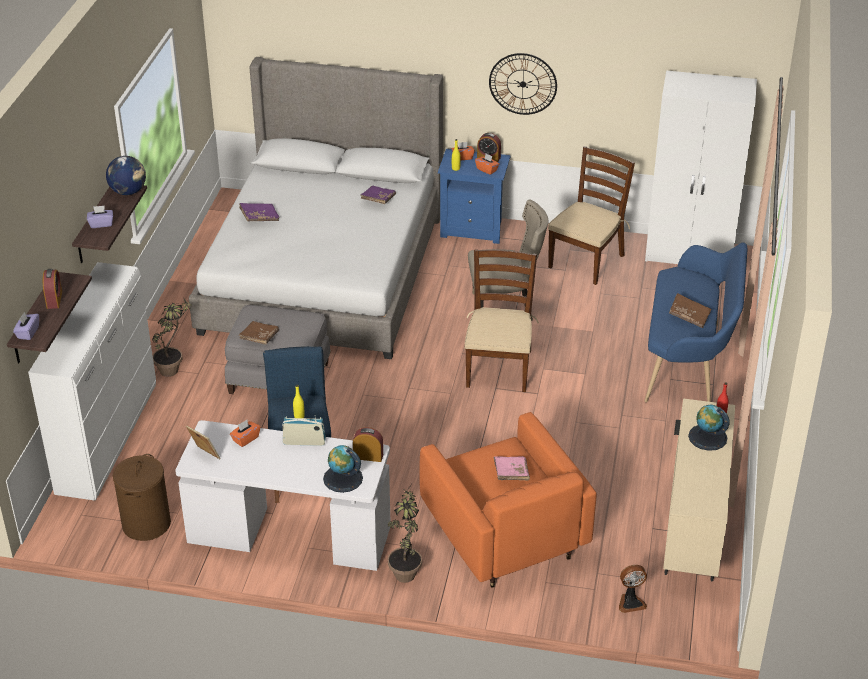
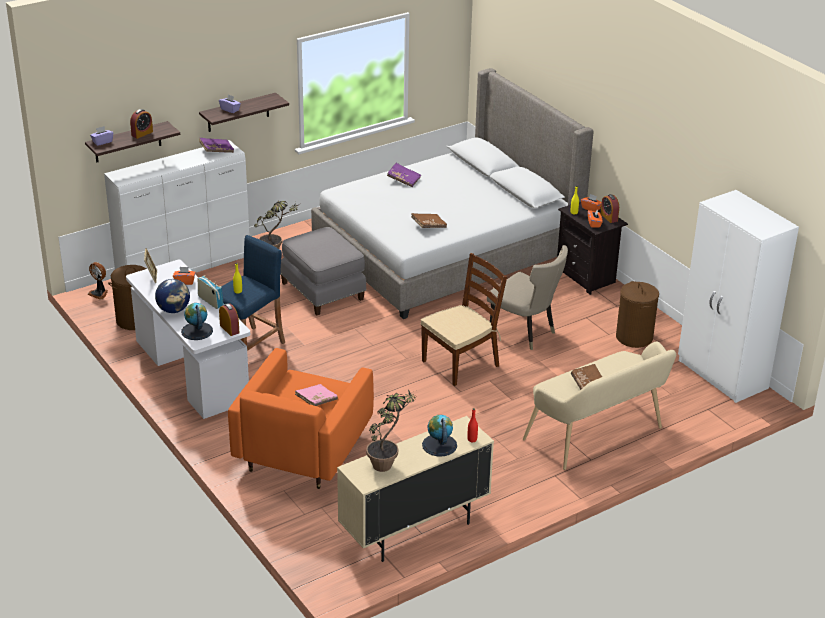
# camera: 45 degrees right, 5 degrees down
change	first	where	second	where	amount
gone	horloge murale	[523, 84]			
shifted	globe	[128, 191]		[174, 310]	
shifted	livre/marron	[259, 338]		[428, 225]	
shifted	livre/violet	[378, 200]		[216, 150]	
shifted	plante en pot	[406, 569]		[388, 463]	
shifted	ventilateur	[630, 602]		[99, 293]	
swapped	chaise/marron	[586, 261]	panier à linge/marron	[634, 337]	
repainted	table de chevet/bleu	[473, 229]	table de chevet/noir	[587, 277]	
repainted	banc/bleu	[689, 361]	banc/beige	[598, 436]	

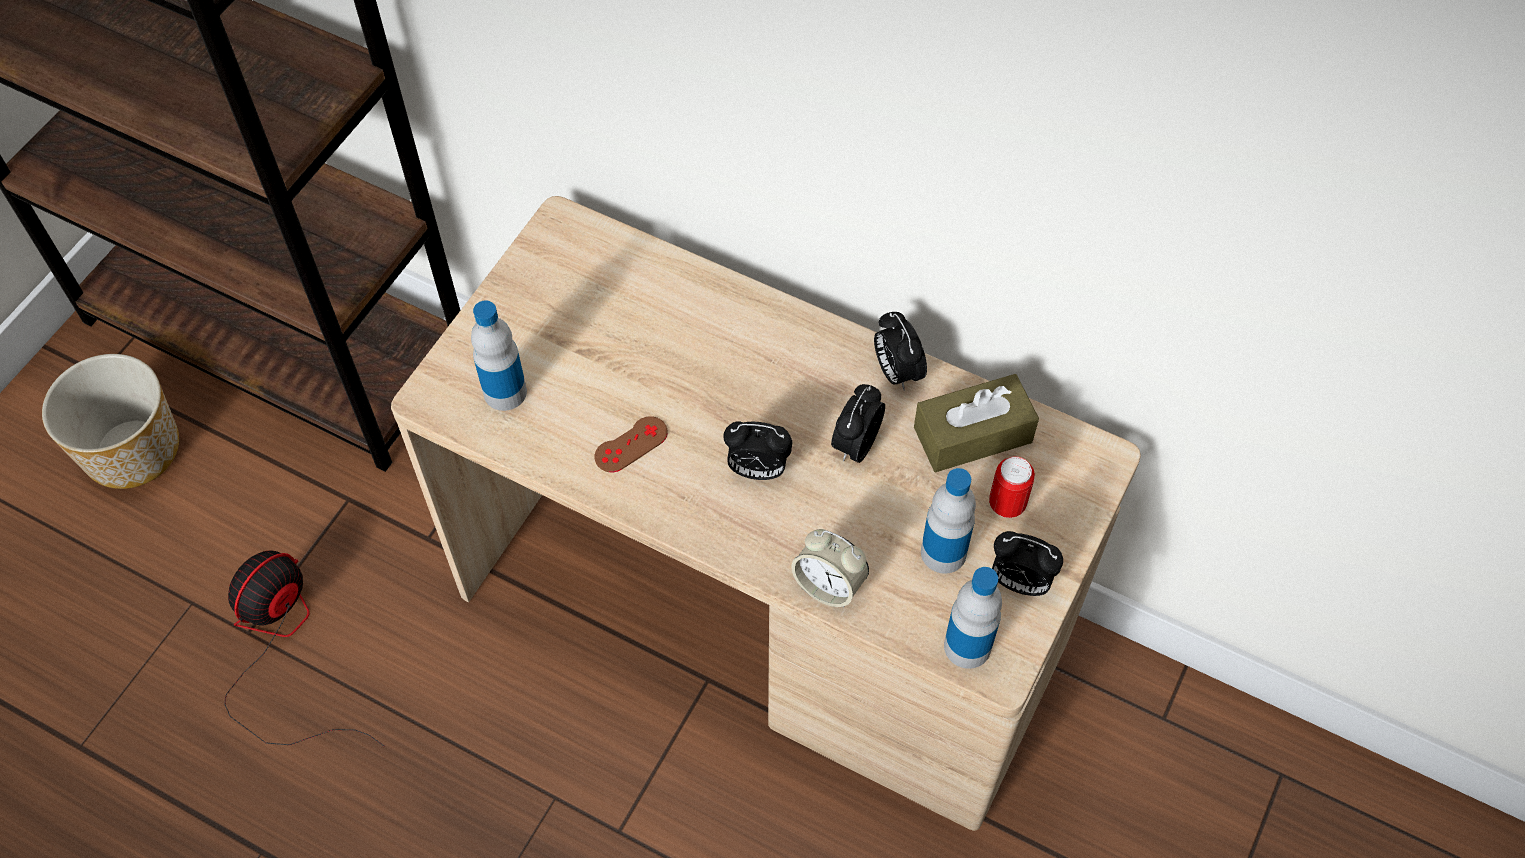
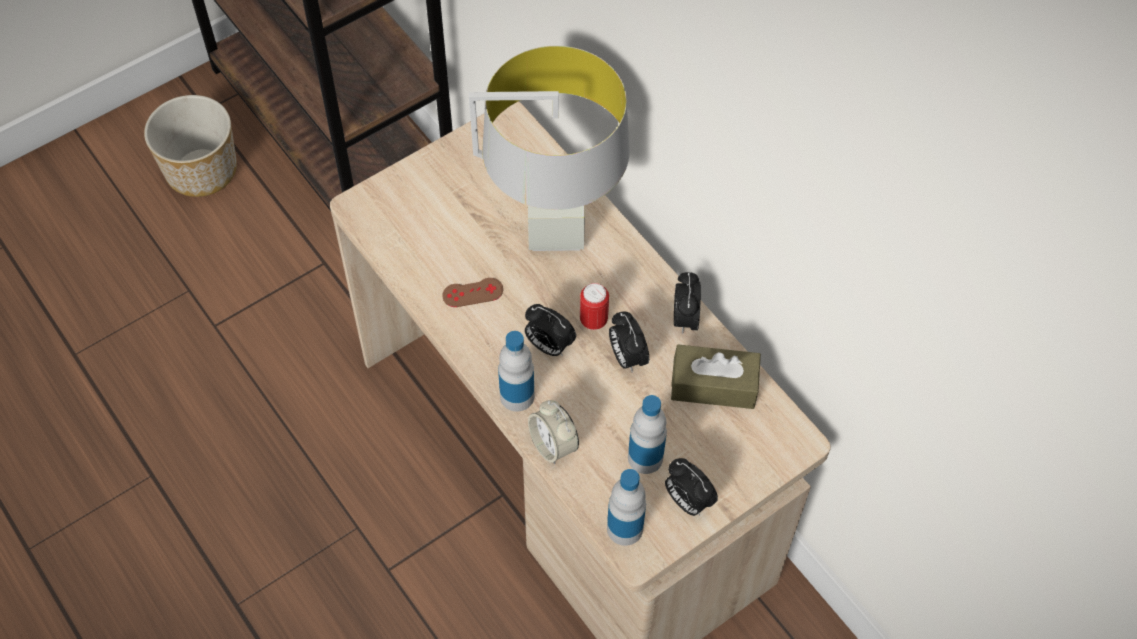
# camera: 25 degrees right, 0 degrees up
change	first	where	second	where	amount
gone	ventilateur	[282, 649]			
new			lampe de table/gris	[554, 230]	
shifted	bouteille	[505, 392]		[517, 396]	
shifted	boîte métallique	[1007, 505]		[593, 320]	
rotated	réveil	[856, 444]		[627, 357]	75 degrees counterclockwise

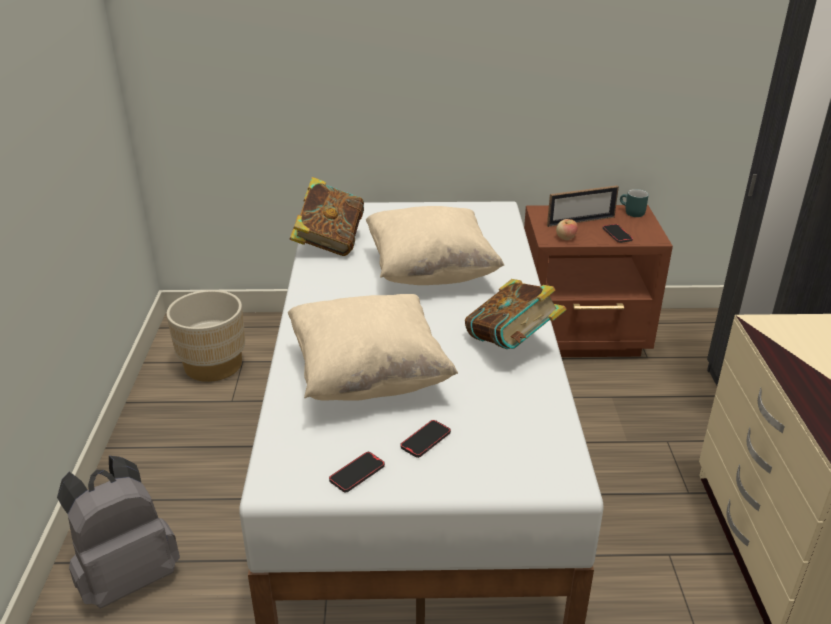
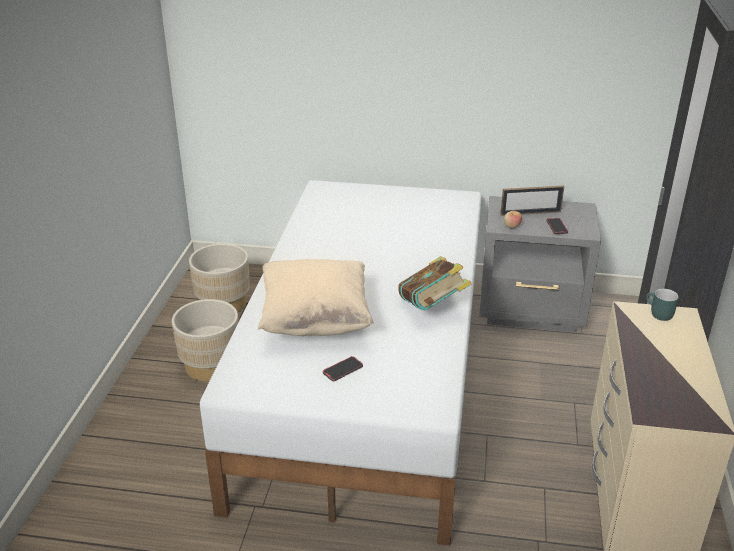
# camera: 10 degrees right, 0 degrees up
change	first	where	second	where	amount
gone	sac à dos/gris	[128, 576]			
gone	livre	[329, 243]			
gone	téléphone	[357, 474]			
gone	coussin/beige	[430, 272]			
new			cache-pot/beige	[210, 366]	
shifted	mug/turquoise	[631, 213]		[657, 314]	
repainted	table de chevet/marron	[584, 337]	table de chevet/gris	[532, 311]	

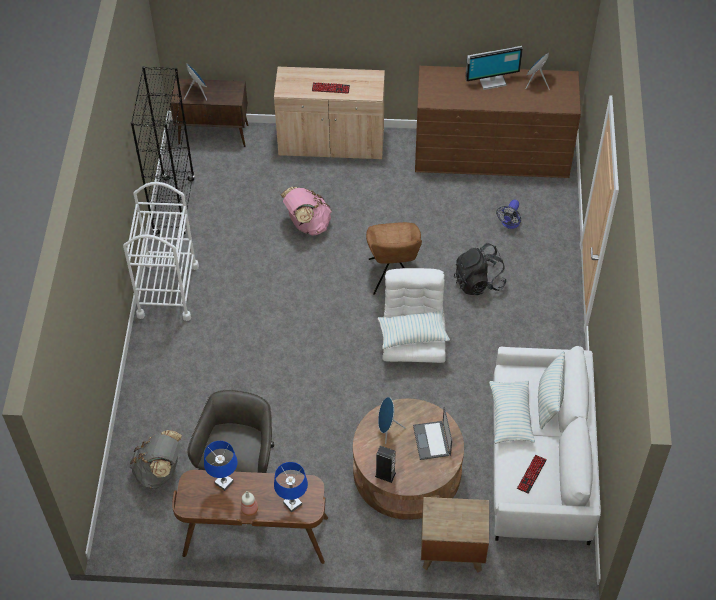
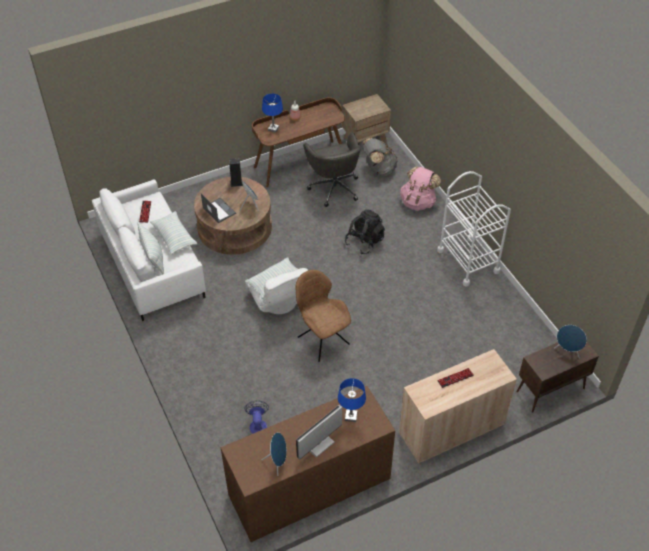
# camera: 150 degrees right, 5 degrees down
change	first	where	second	where	amount
gone	bibliothèque/noir	[174, 206]			
shifted	lampe de table/bleu	[224, 483]		[350, 416]	
shifted	sac à dos/rose	[307, 224]		[418, 202]	
shifted	table de chevet/marron	[452, 550]		[365, 139]	
shifted	sac à dos/noir	[478, 282]		[364, 242]	

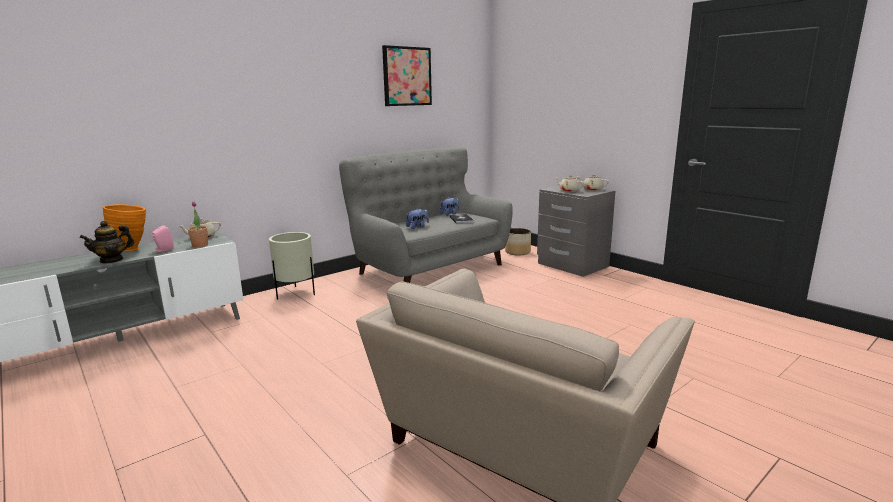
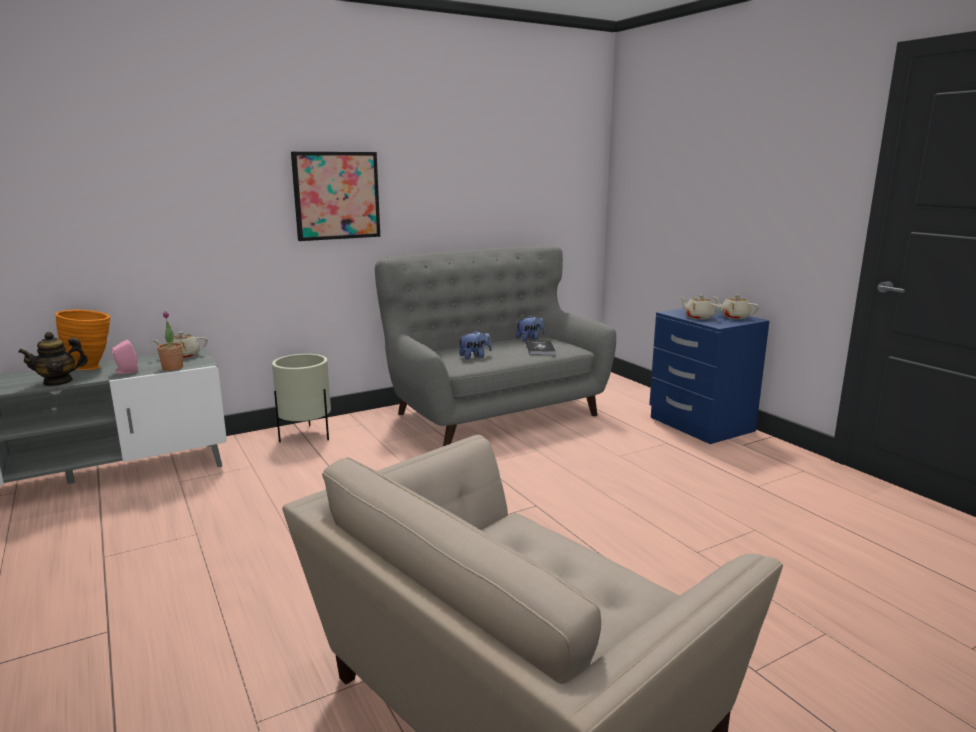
# camera: 10 degrees right, 0 degrees up
change	first	where	second	where	amount
gone	cache-pot	[518, 252]			
shifted	tableau	[407, 76]		[336, 195]	
repainted	table de chevet/gris	[572, 265]	table de chevet/bleu	[700, 425]	

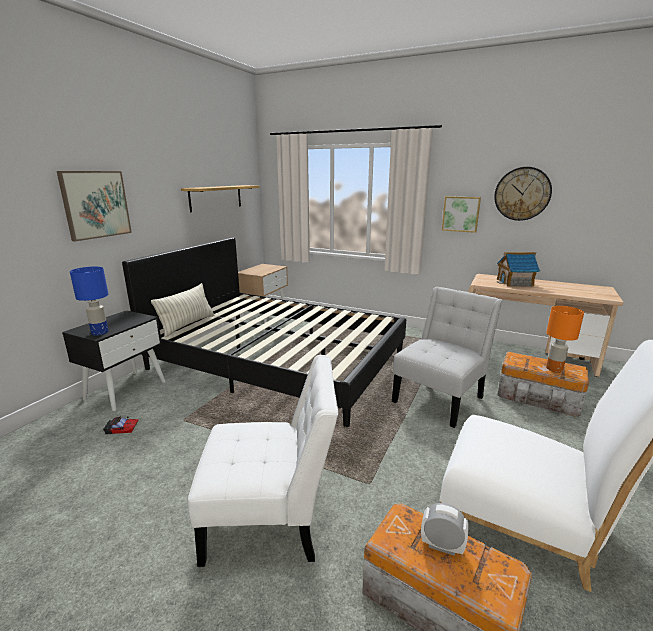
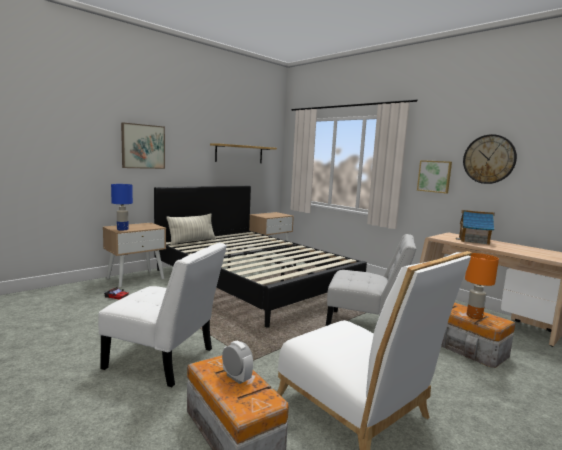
# camera: 20 degrees right, 10 degrees down
change	first	where	second	where	amount
repainted	table de chevet/noir	[126, 389]	table de chevet/beige	[136, 278]	
rotated	chaise/blanc	[440, 397]		[365, 327]	45 degrees clockwise

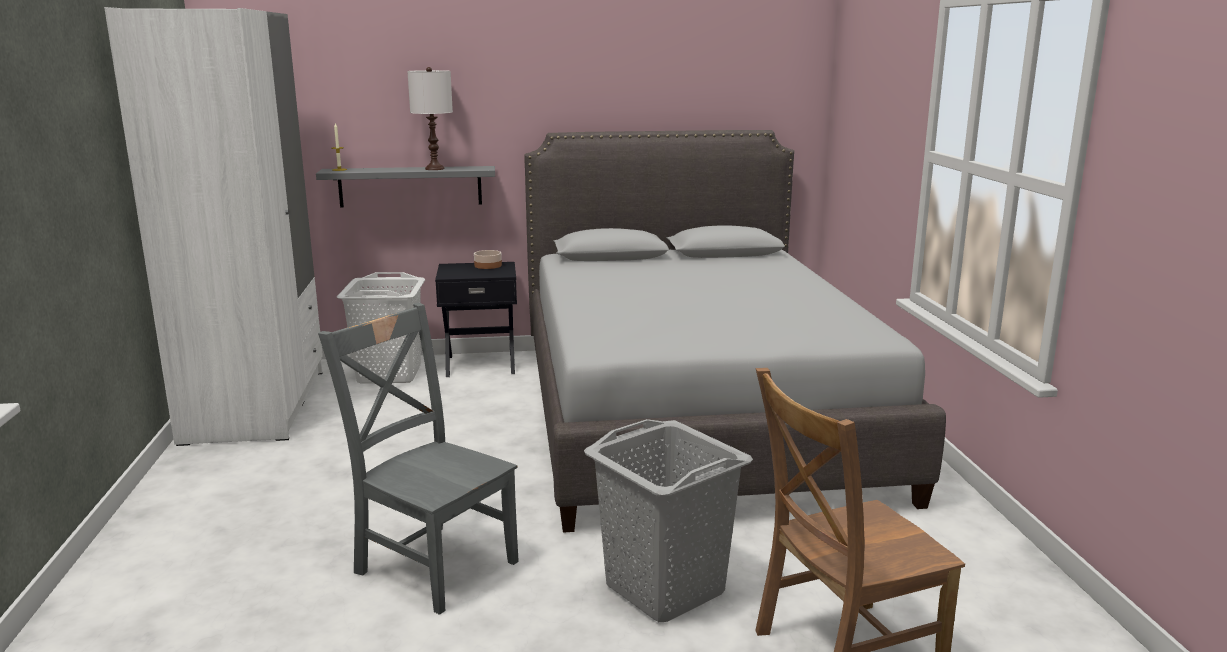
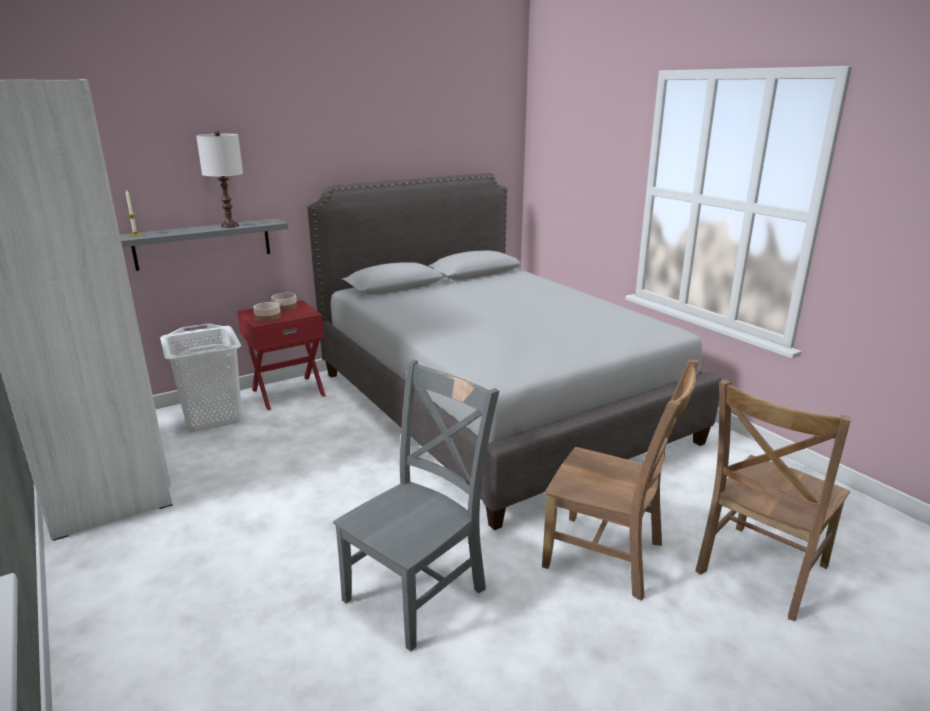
# camera: 25 degrees left, 5 degrees up
change	first	where	second	where	amount
new			bol	[267, 317]	
swapped	panier à linge/gris	[664, 589]	chaise/marron	[608, 557]	
repainted	table de chevet/noir	[480, 364]	table de chevet/rouge	[288, 392]	
rotated	chaise/gris	[433, 564]		[419, 591]	120 degrees clockwise

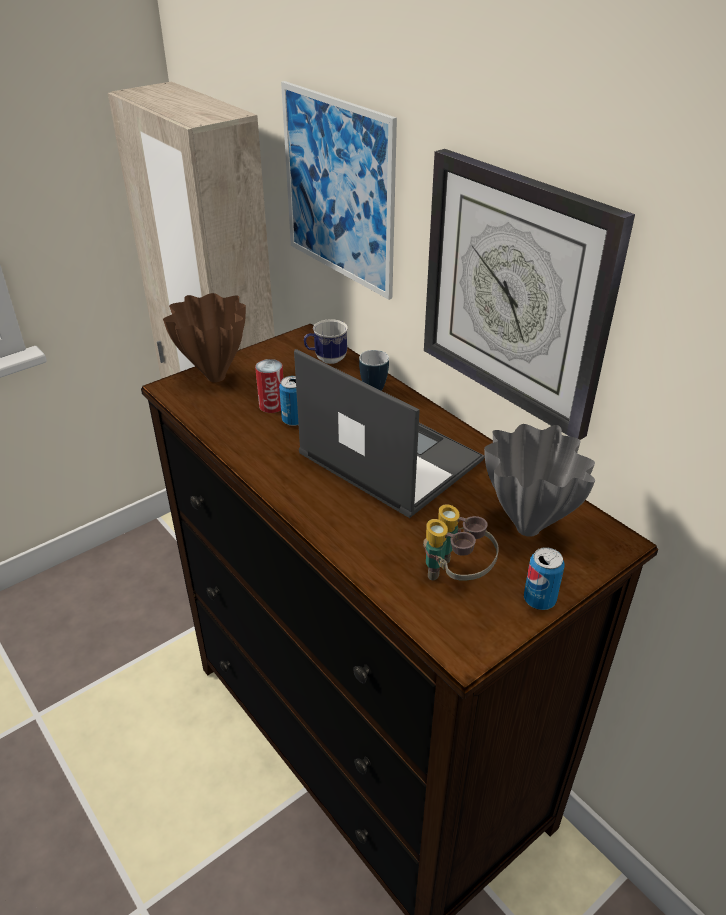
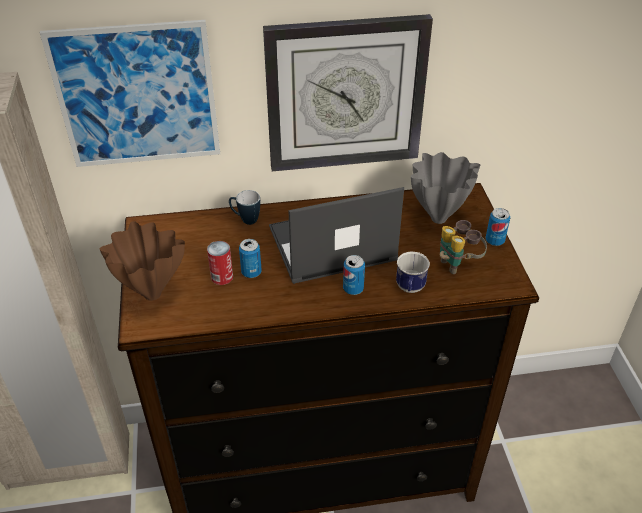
# camera: 60 degrees left, 5 degrees up
change	first	where	second	where	amount
new			boîte métallique	[353, 289]	
shifted	mug	[326, 359]		[409, 289]	

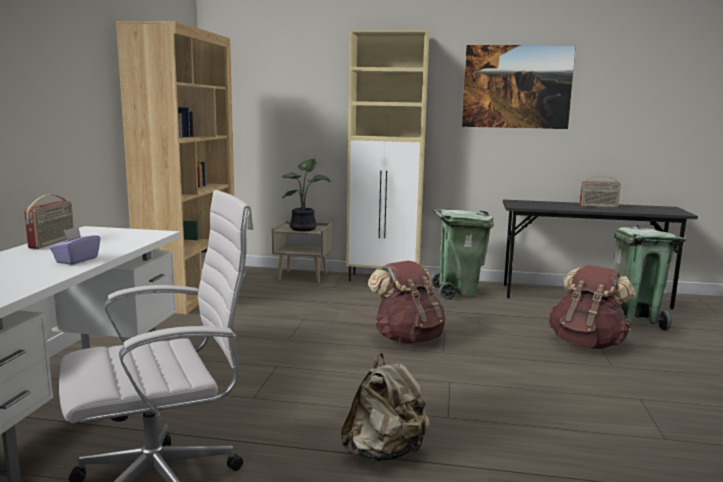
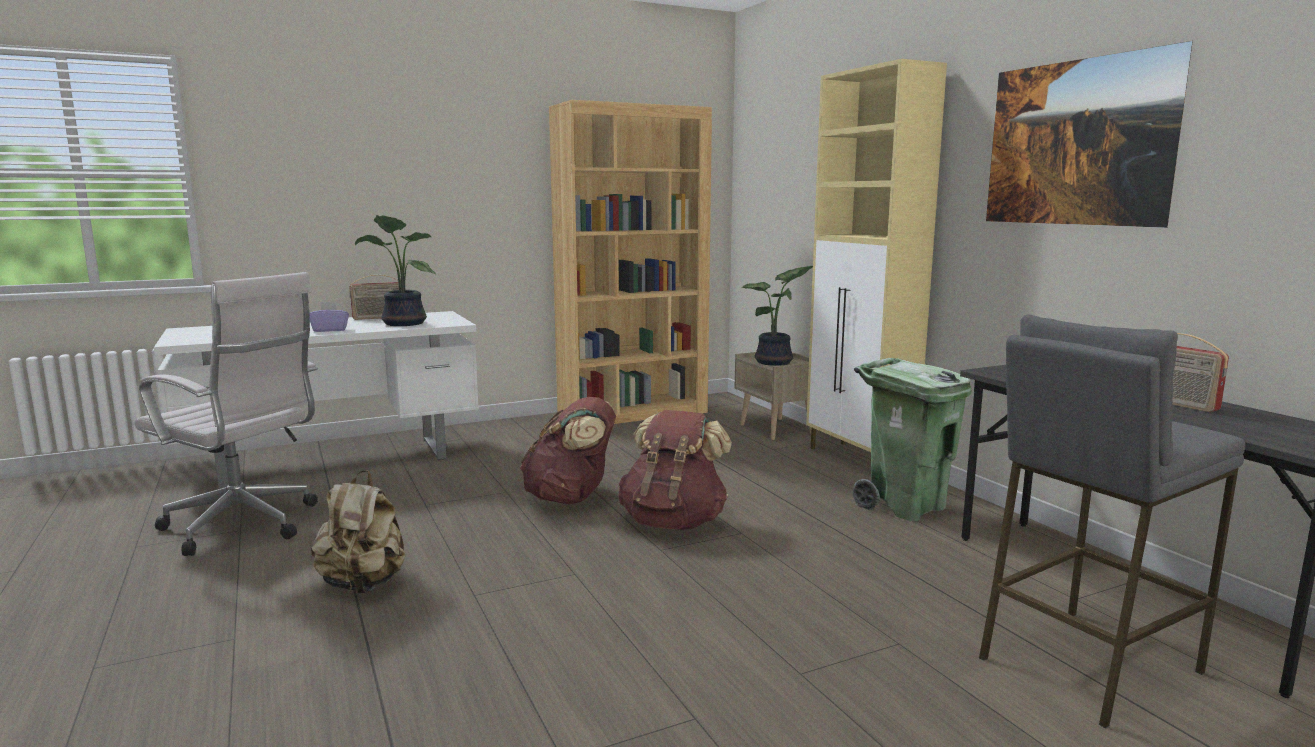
# camera: 55 degrees right, 0 degrees up
change	first	where	second	where	amount
new			plante en pot	[401, 324]	
shifted	sac à dos/marron	[587, 343]		[571, 498]	
swapped	poubelle/vert	[634, 322]	tabouret/gris	[1086, 664]	

